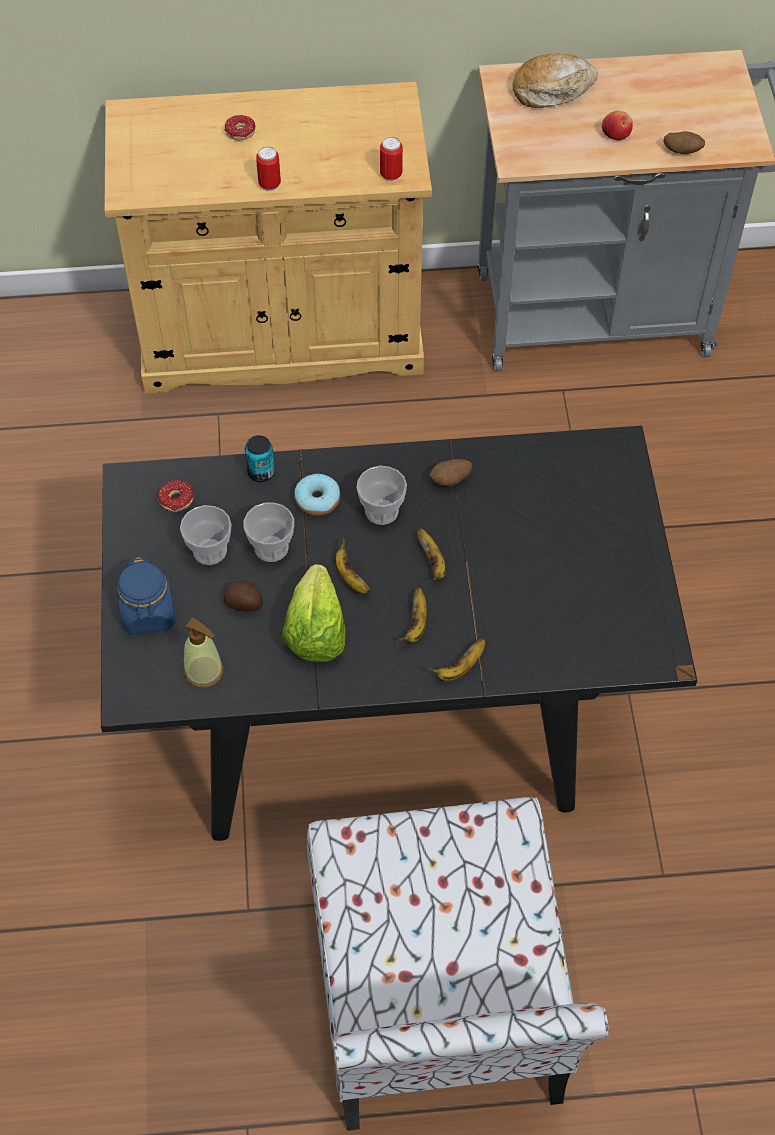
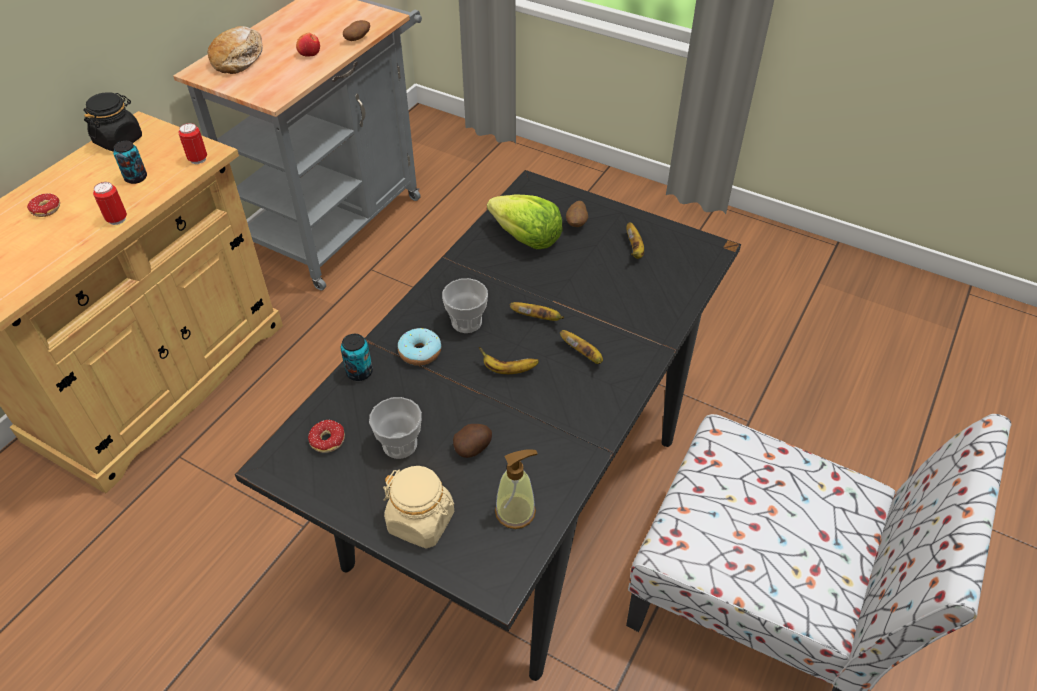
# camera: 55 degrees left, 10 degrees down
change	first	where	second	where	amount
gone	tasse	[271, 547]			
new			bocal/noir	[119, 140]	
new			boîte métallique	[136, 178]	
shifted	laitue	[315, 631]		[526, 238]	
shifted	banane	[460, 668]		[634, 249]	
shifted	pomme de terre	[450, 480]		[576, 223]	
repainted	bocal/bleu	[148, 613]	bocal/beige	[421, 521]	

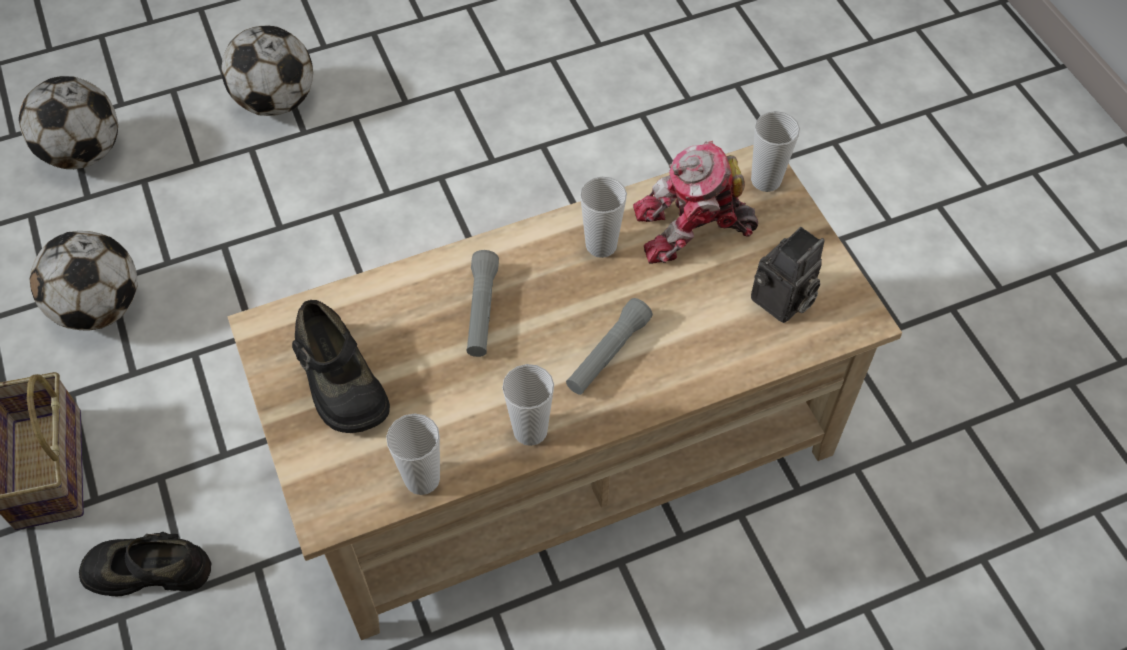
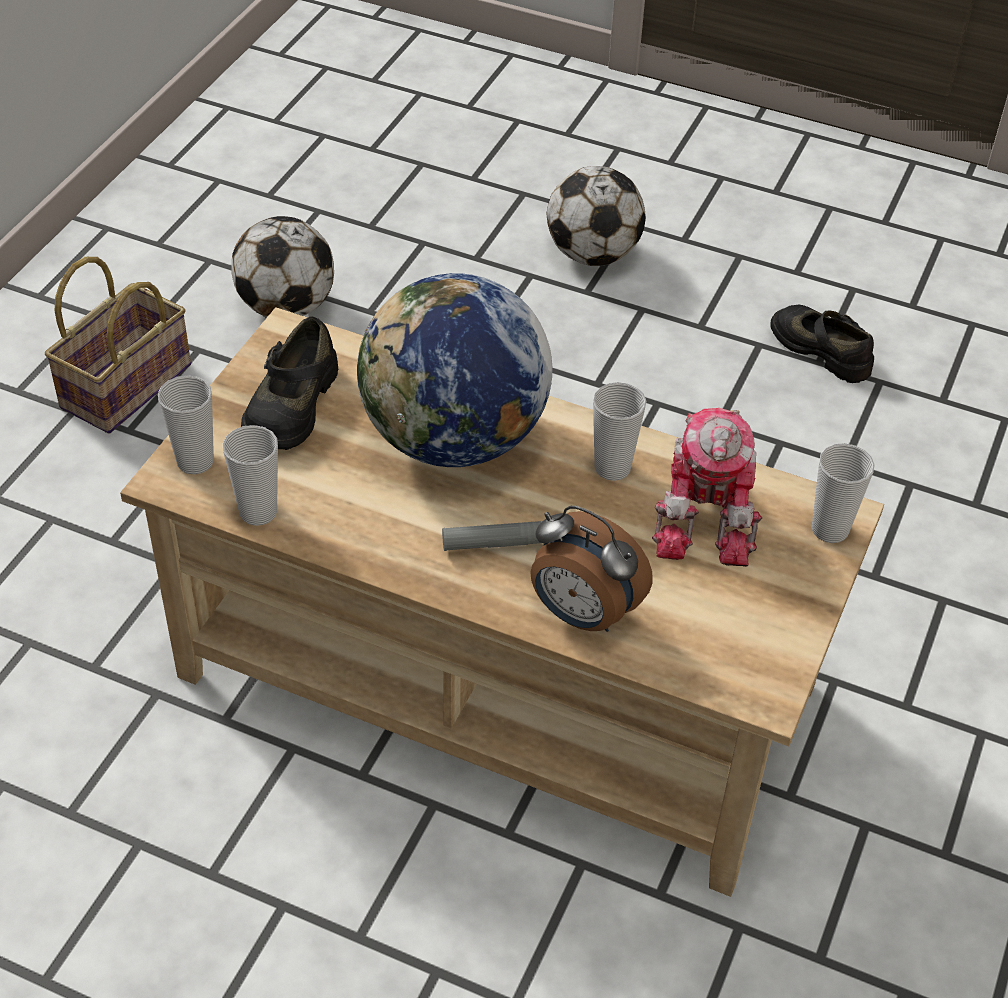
# camera: 45 degrees right, 10 degrees down
change	first	where	second	where	amount
gone	ballon de foot	[84, 153]			
gone	appareil photo	[781, 302]			
new			réveil	[582, 615]	
shifted	chaussure/noir	[148, 569]		[821, 349]	
shifted	tasse	[530, 430]		[195, 462]	
swapped	lampe de poche/gris	[481, 311]	globe	[454, 440]	
rotated	robot jouet	[692, 229]		[708, 515]	120 degrees counterclockwise

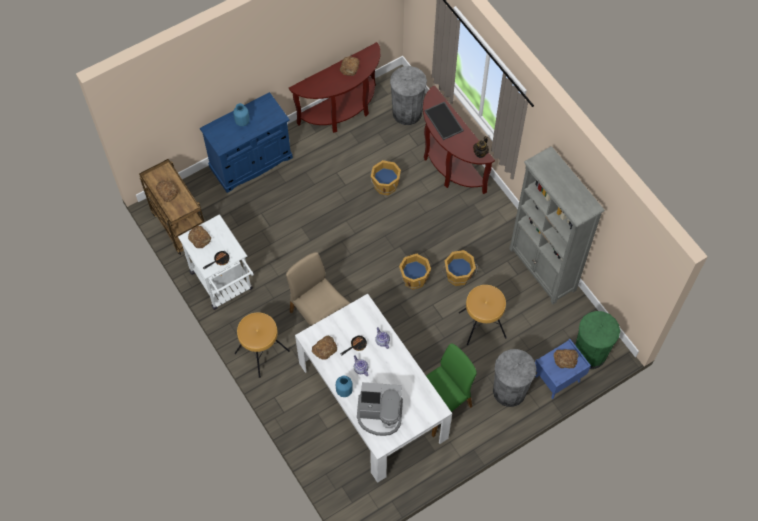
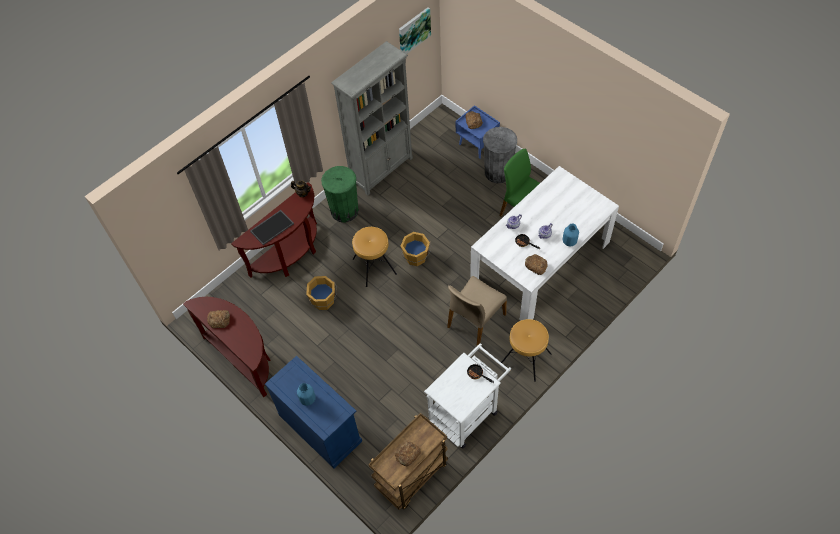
# camera: 100 degrees left, 5 degrees down
change	first	where	second	where	amount
gone	pain	[200, 238]			
gone	machine à café	[380, 414]			
gone	poubelle/gris	[407, 112]			
gone	seau/orange	[458, 276]			
new			tableau	[414, 31]	
shifted	tabouret/marron	[482, 324]		[374, 267]	
shifted	poubelle/vert	[590, 354]		[344, 211]	

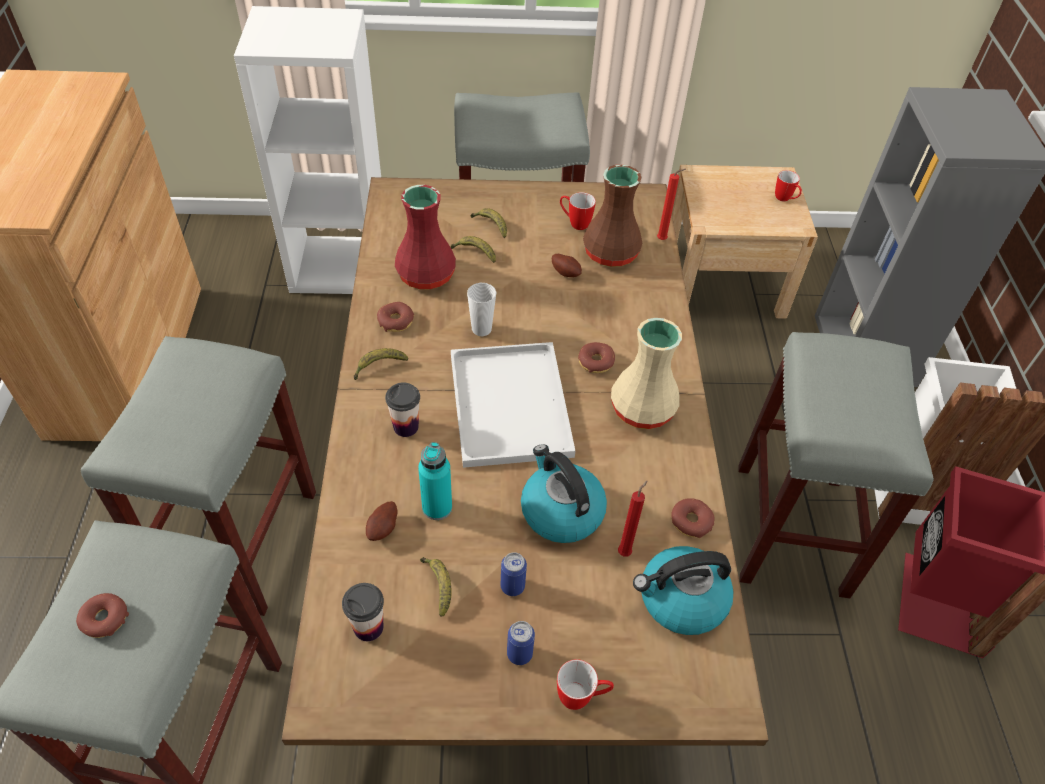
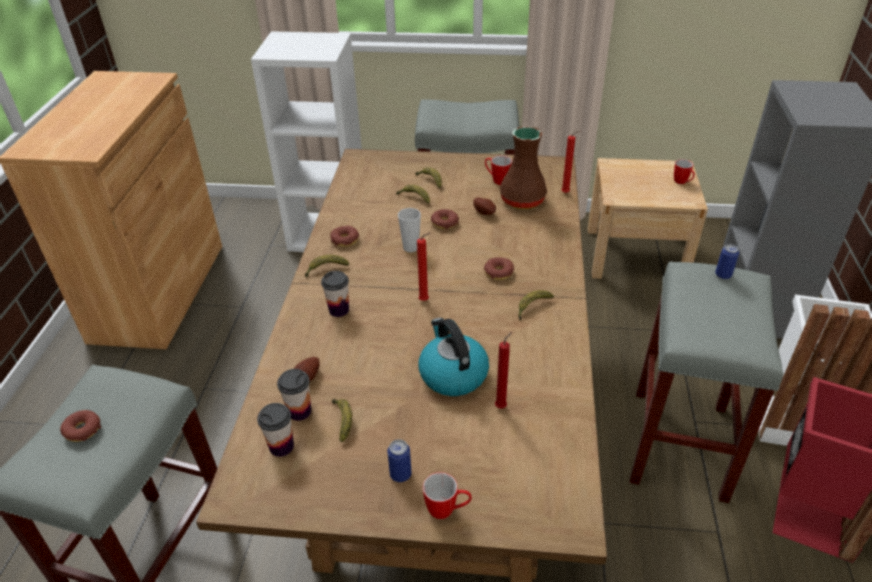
# camera: 10 degrees right, 10 degrees down
change	first	where	second	where	amount
gone	tabouret/gris	[240, 538]			
gone	vase/rouge	[426, 274]			
gone	bouteille/turquoise	[437, 507]			
gone	bouilloire	[680, 600]			
new			tasse	[299, 411]	
shifted	boîte métallique	[512, 586]		[723, 275]	
shifted	beignet	[691, 521]		[444, 223]	
swapped	plateau/blanc	[512, 407]	bougie/rouge	[425, 300]	
swapped	vase/beige	[643, 410]	banane	[532, 307]	

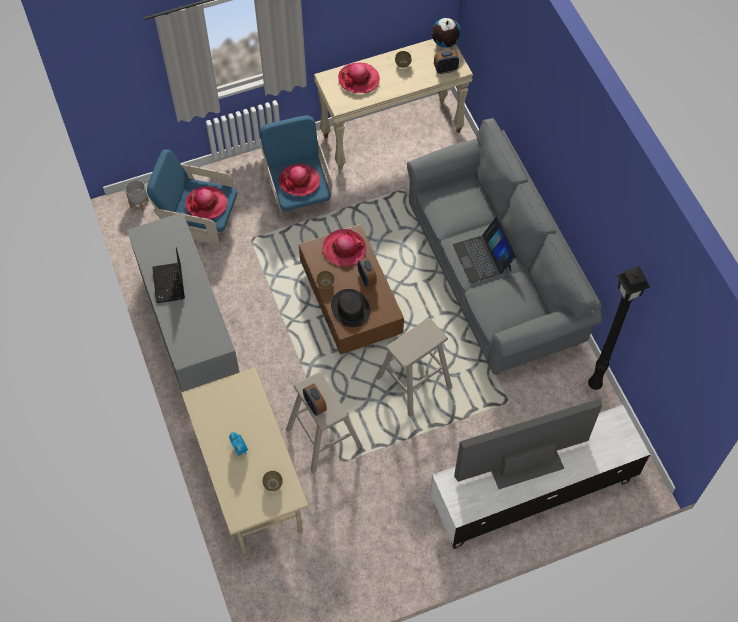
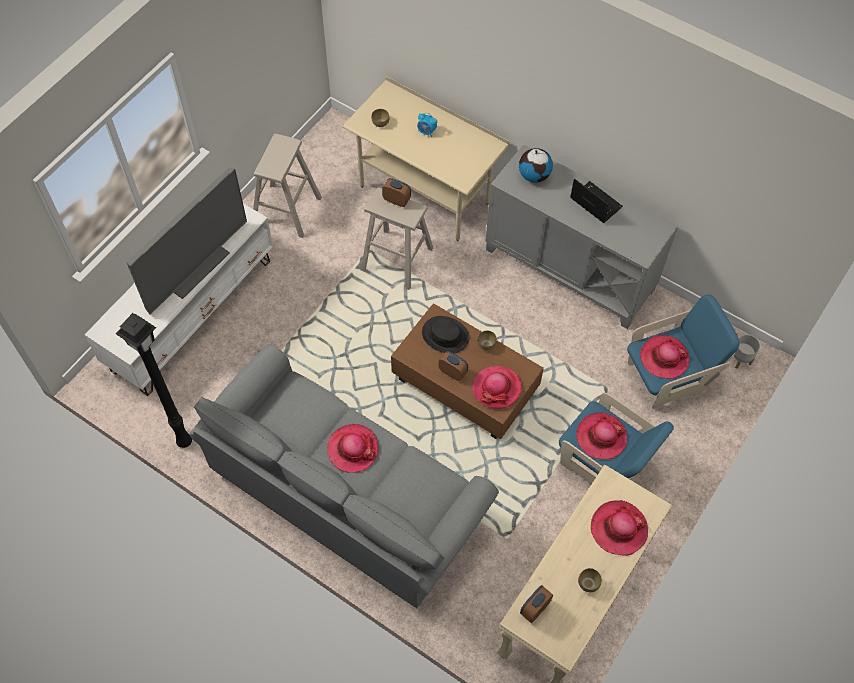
# camera: 145 degrees right, 0 degrees up
change	first	where	second	where	amount
shifted	tabouret/beige	[413, 383]		[286, 210]	
shifted	globe	[445, 42]		[534, 175]	
swapped	ordinateur portable	[483, 257]	chapeau	[352, 449]	

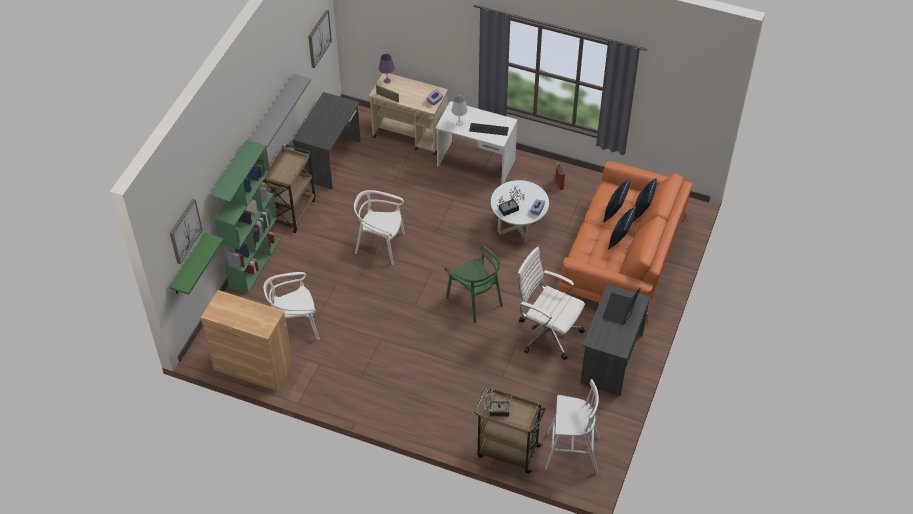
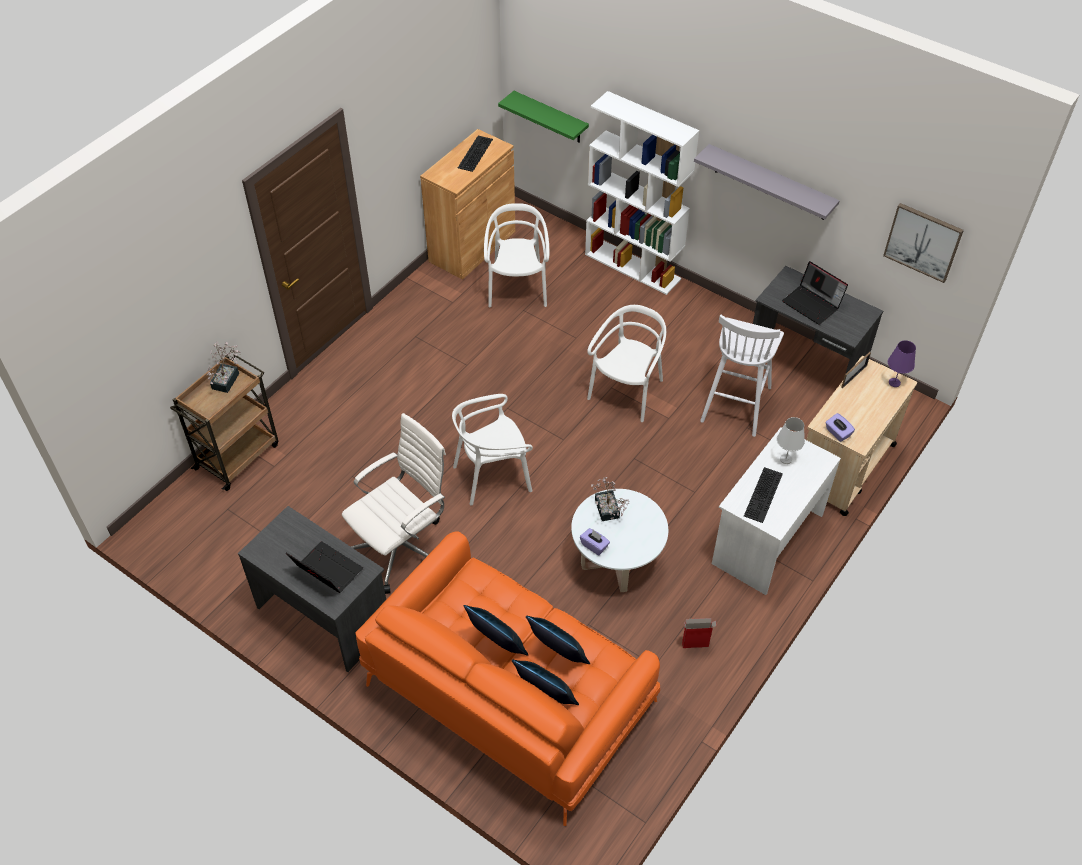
# camera: 105 degrees right, 0 degrees up
change	first	where	second	where	amount
gone	tableau	[184, 231]			
gone	chariot/marron	[292, 211]			
new			clavier	[474, 153]	
new			ordinateur portable	[812, 304]	
shifted	tabouret/blanc	[570, 453]		[736, 403]	
repainted	bibliothèque/vert	[255, 262]	bibliothèque/blanc	[633, 266]	
repainted	chaise/vert	[475, 300]	chaise/blanc	[492, 476]	

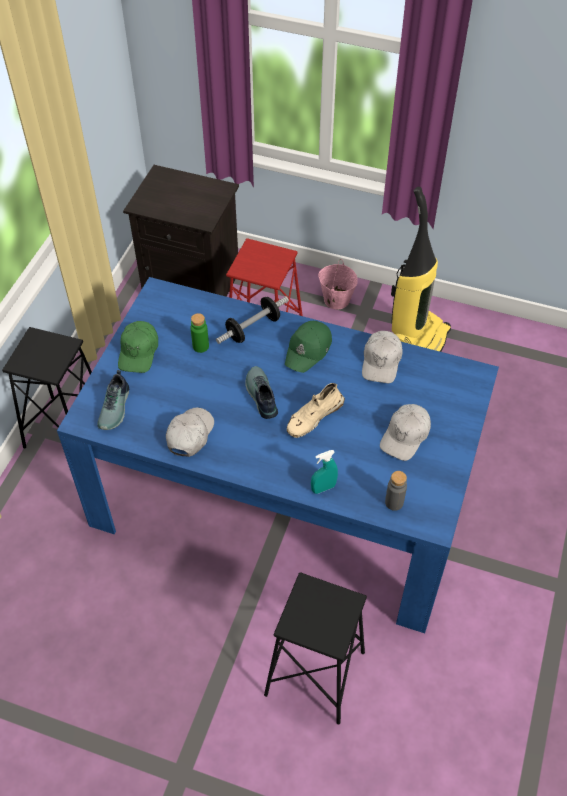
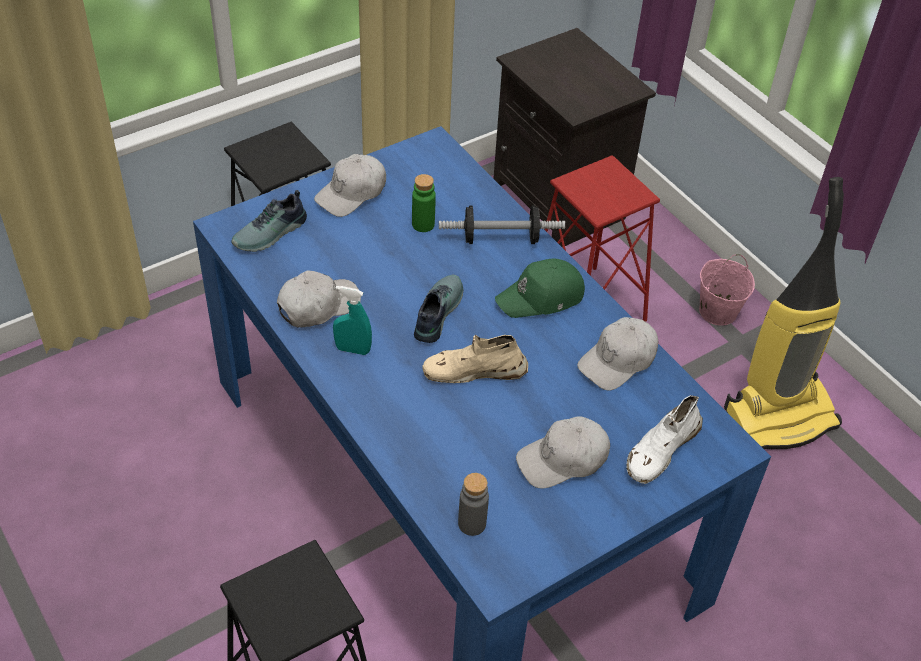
# camera: 35 degrees right, 5 degrees down
change	first	where	second	where	amount
new			chaussure/blanc	[661, 449]	
shifted	vaporisateur/turquoise	[323, 488]		[353, 349]	
repainted	casquette/vert	[139, 352]	casquette/blanc	[352, 193]	

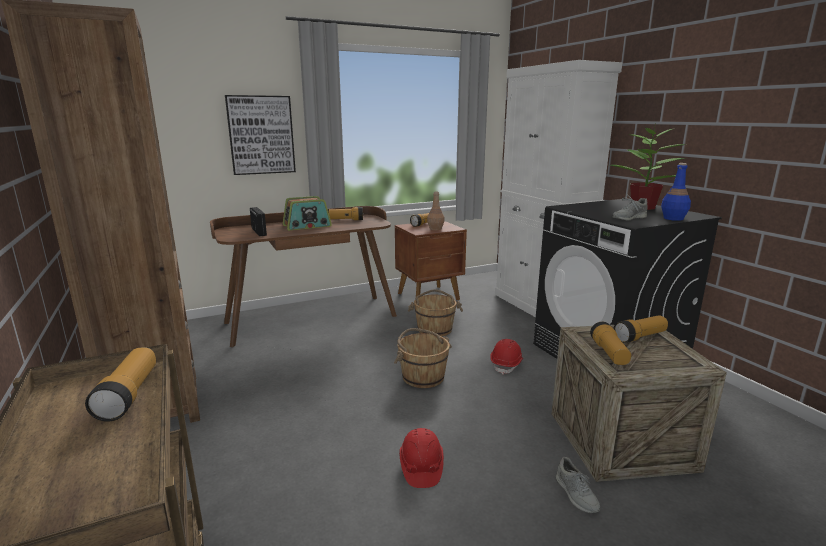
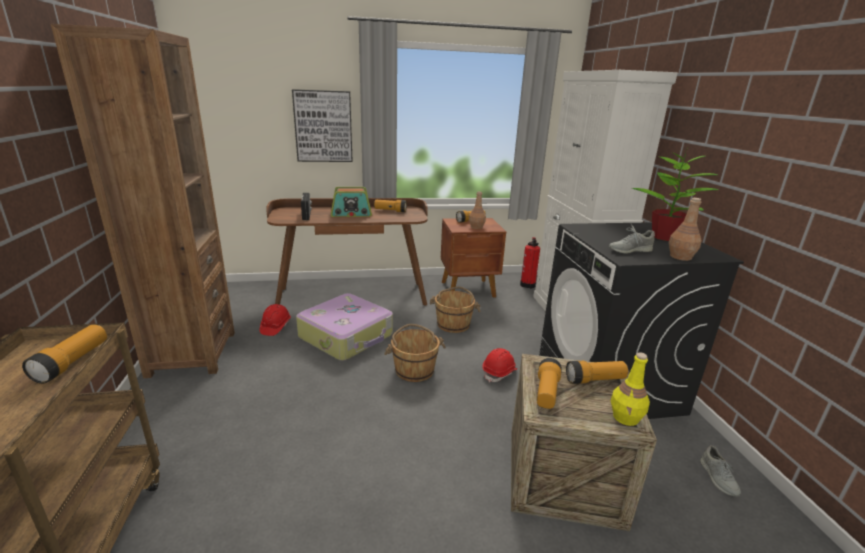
# camera: 15 degrees right, 5 degrees up
change	first	where	second	where	amount
new			valise	[347, 336]	
new			extincteur	[528, 284]	
new			bouteille/jaune	[626, 417]	
shifted	casque de chantier/rouge	[421, 467]		[275, 327]	
shifted	chaussure/gris	[576, 494]		[718, 478]	
repainted	bouteille/bleu	[673, 218]	bouteille/marron	[680, 257]	

